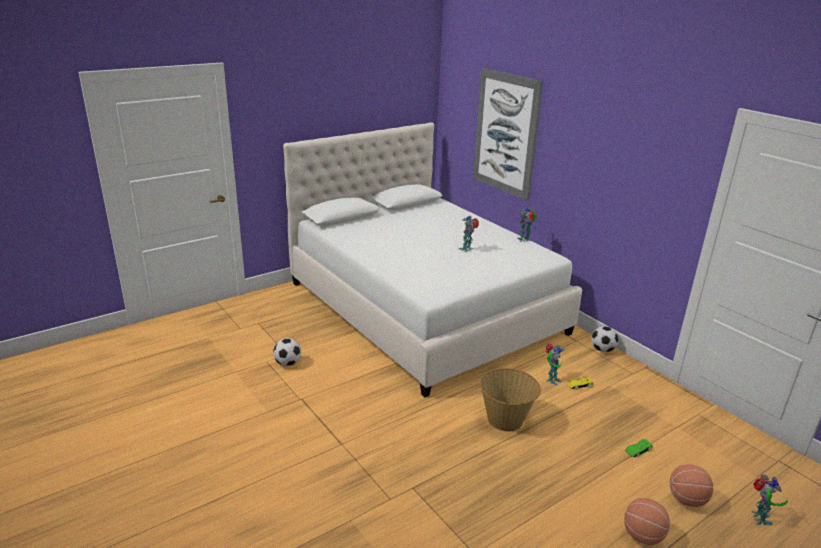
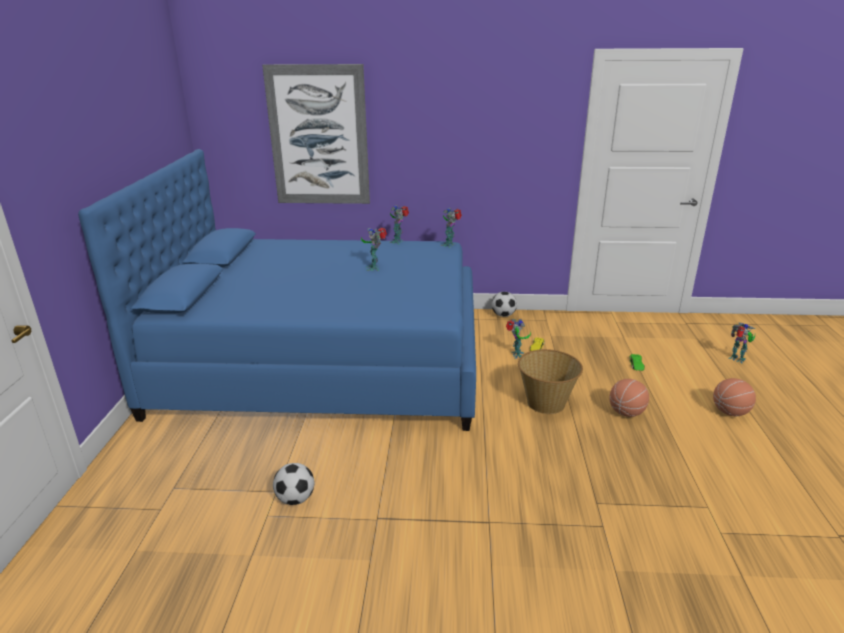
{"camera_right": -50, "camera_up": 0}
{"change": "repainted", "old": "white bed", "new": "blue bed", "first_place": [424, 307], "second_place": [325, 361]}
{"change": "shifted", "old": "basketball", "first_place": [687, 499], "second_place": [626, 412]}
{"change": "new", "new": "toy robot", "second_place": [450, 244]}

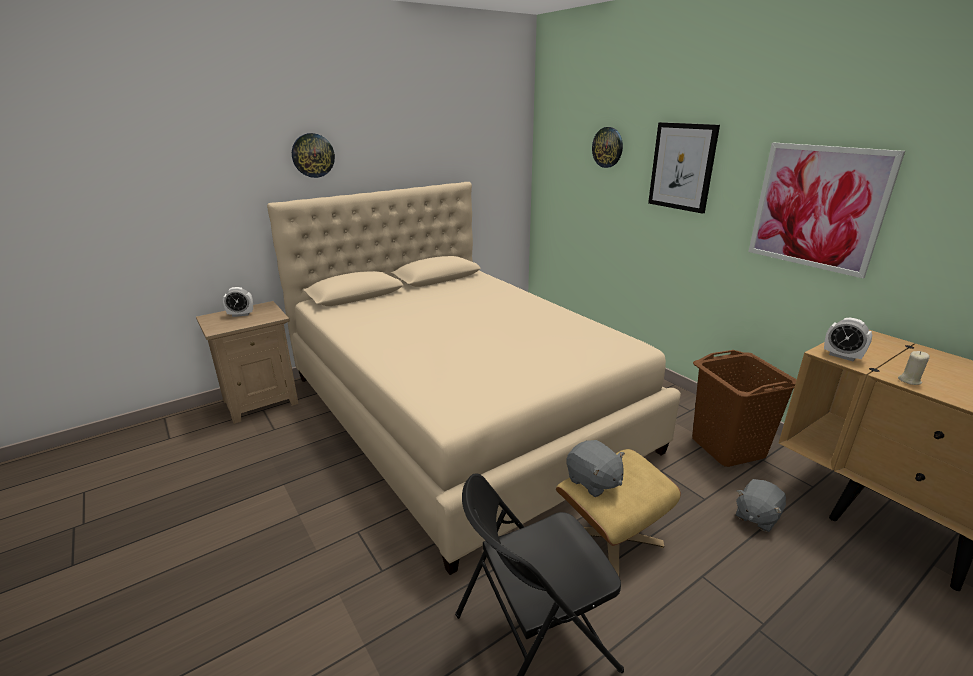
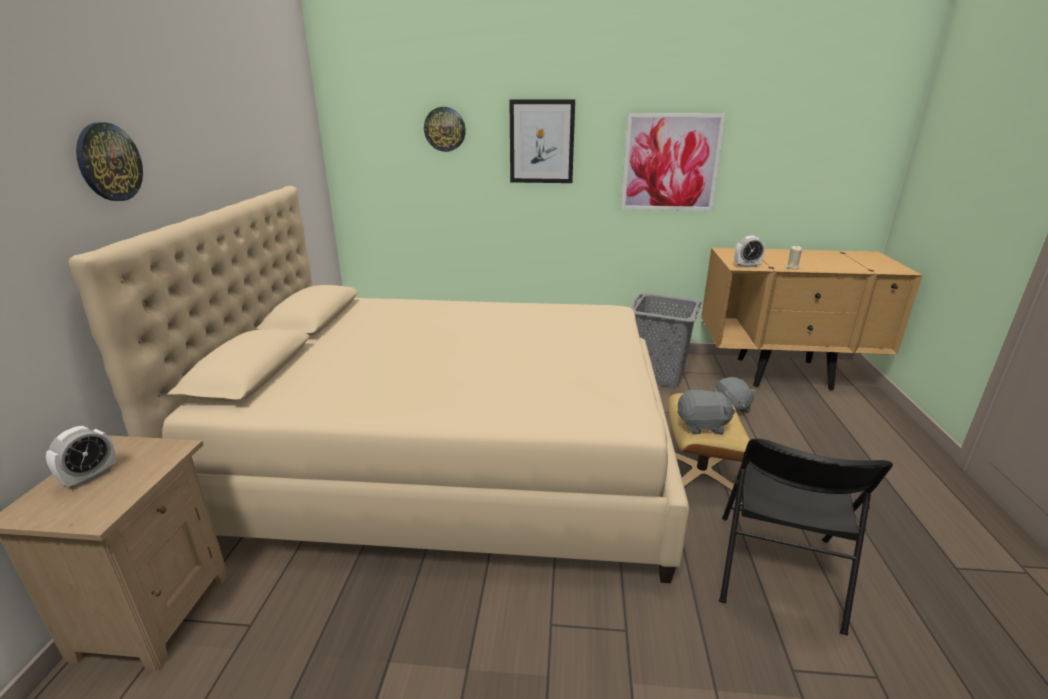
{"camera_right": -50, "camera_up": 0}
{"change": "repainted", "old": "brown laundry basket", "new": "grey laundry basket", "first_place": [728, 447], "second_place": [658, 374]}

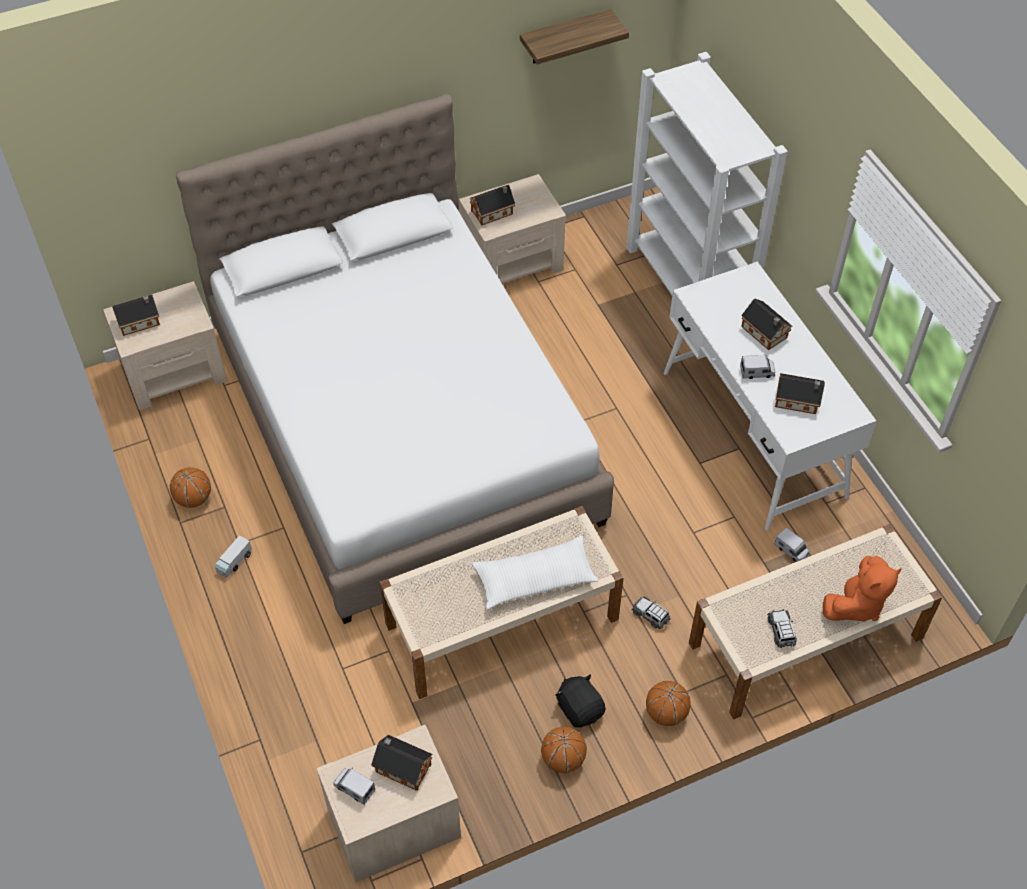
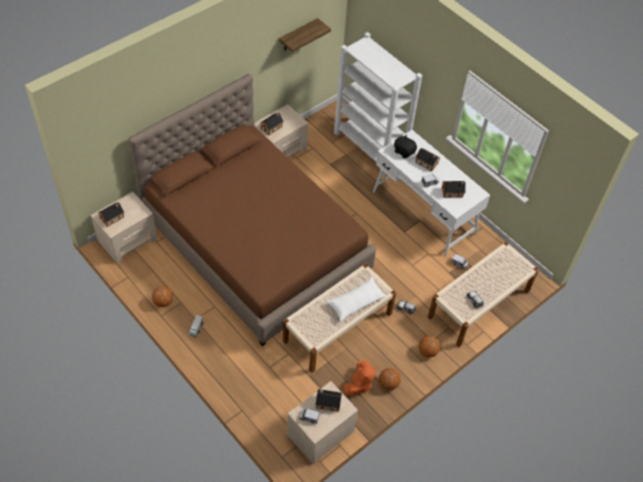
{"camera_right": -20, "camera_up": 0}
{"change": "repainted", "old": "white bed", "new": "brown bed", "first_place": [403, 424], "second_place": [255, 242]}
{"change": "shifted", "old": "orange plush toy", "first_place": [856, 604], "second_place": [359, 385]}
{"change": "shifted", "old": "black plush toy", "first_place": [580, 708], "second_place": [404, 151]}

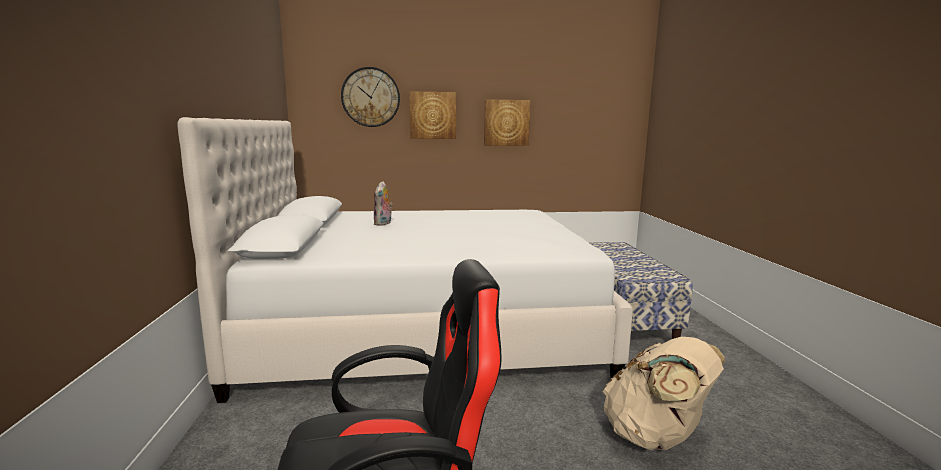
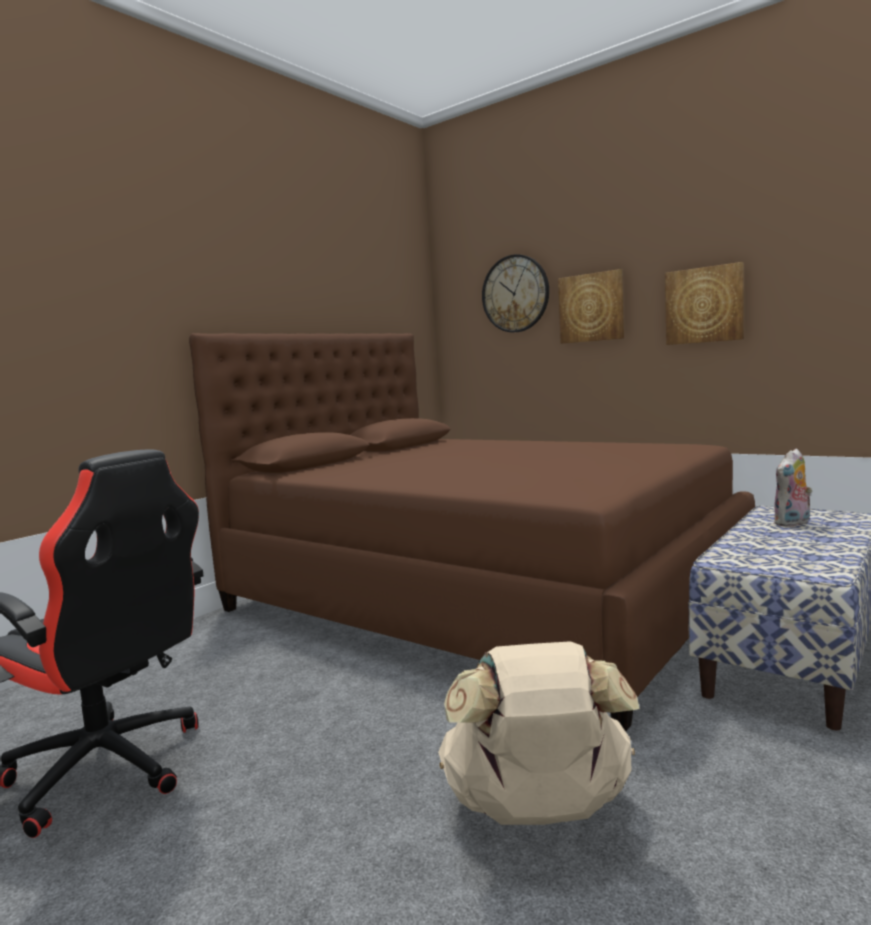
{"camera_right": 45, "camera_up": -5}
{"change": "repainted", "old": "white bed", "new": "brown bed", "first_place": [425, 327], "second_place": [483, 595]}
{"change": "shifted", "old": "plush toy", "first_place": [383, 224], "second_place": [793, 523]}

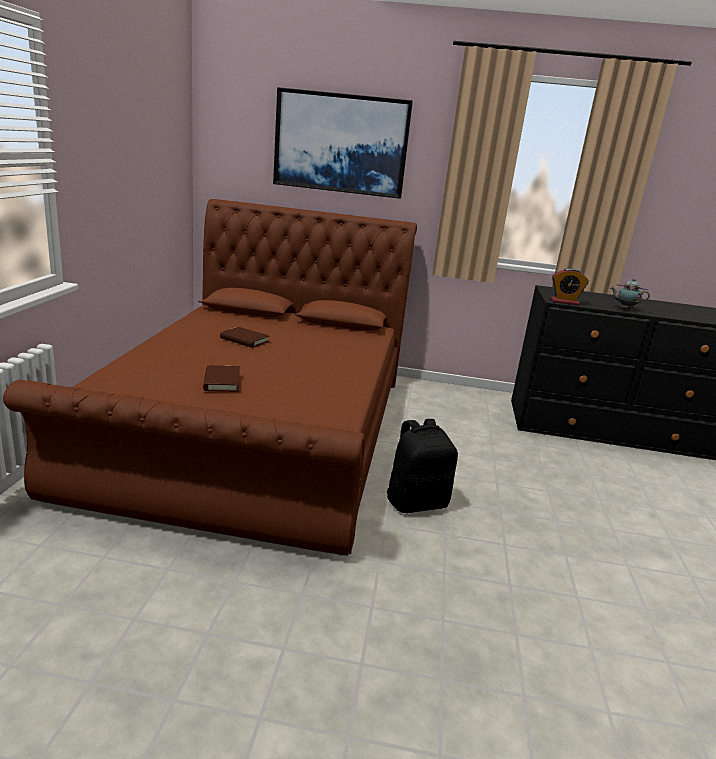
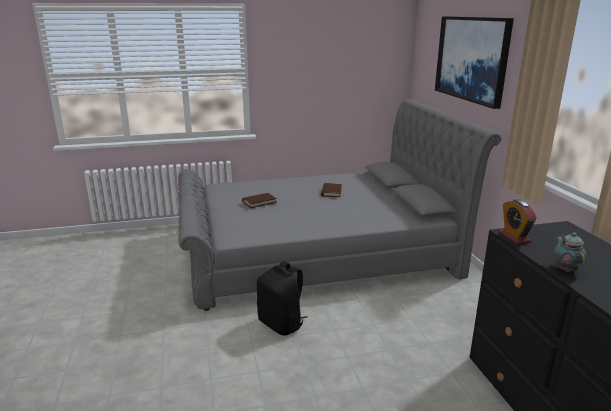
{"camera_right": 70, "camera_up": 0}
{"change": "repainted", "old": "brown bed", "new": "grey bed", "first_place": [258, 428], "second_place": [318, 250]}

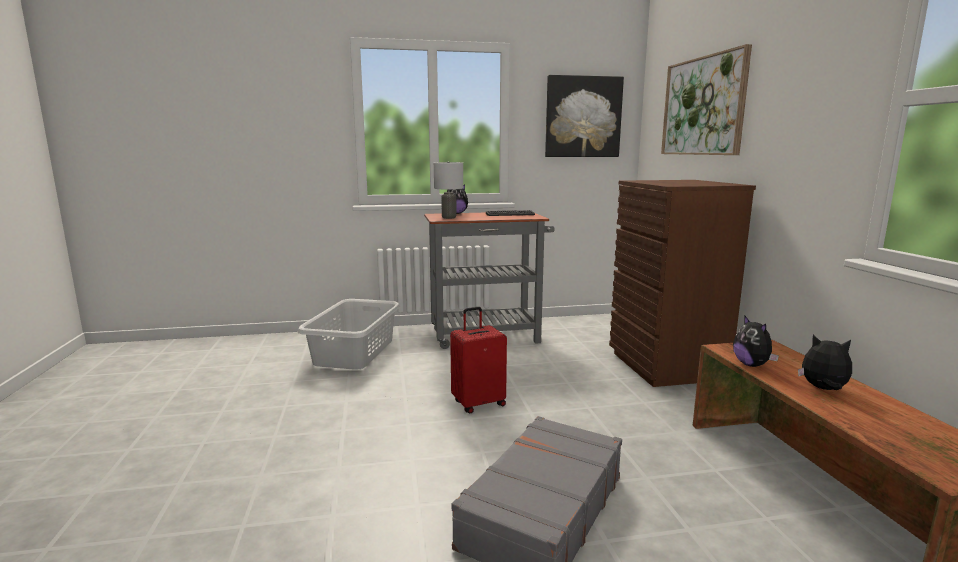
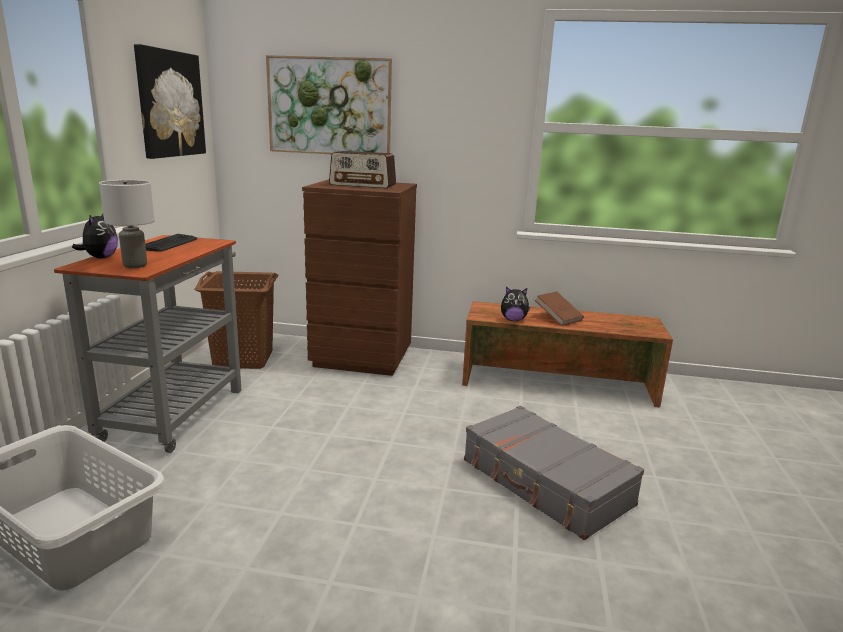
{"camera_right": -70, "camera_up": 5}
{"change": "gone", "old": "red suitcase", "first_place": [478, 403]}
{"change": "swapped", "old": "plush toy", "new": "brown book", "first_place": [823, 389], "second_place": [558, 318]}
{"change": "new", "new": "radio", "second_place": [363, 185]}
{"change": "new", "new": "brown laundry basket", "second_place": [243, 359]}

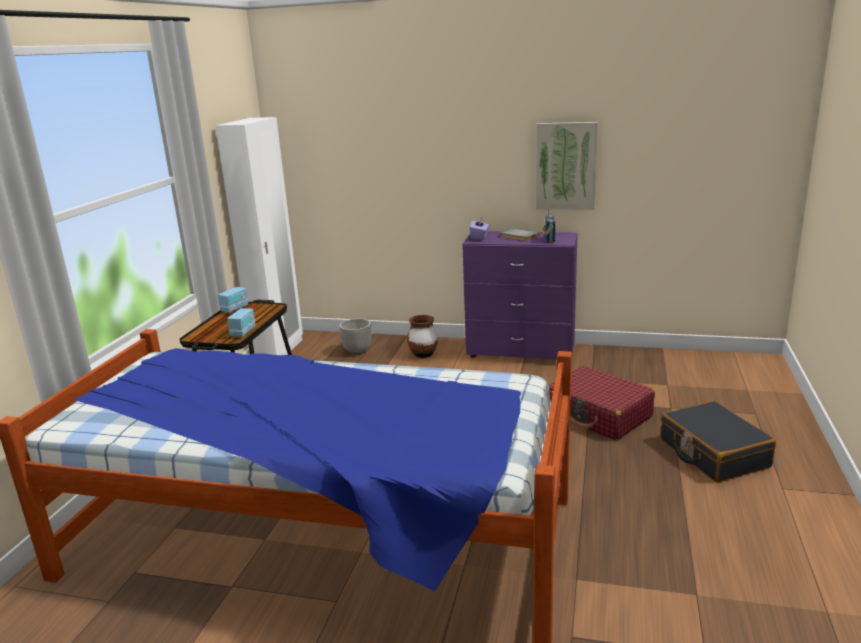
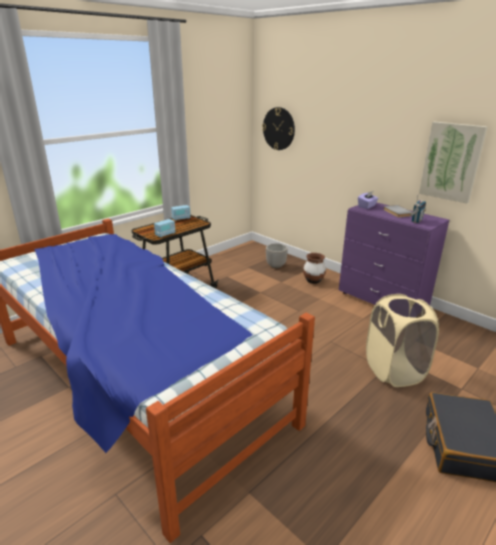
{"camera_right": 30, "camera_up": 5}
{"change": "gone", "old": "white wardrobe", "first_place": [279, 352]}
{"change": "swapped", "old": "red suitcase", "new": "beige laundry basket", "first_place": [599, 415], "second_place": [394, 371]}
{"change": "new", "new": "wall clock", "second_place": [278, 128]}

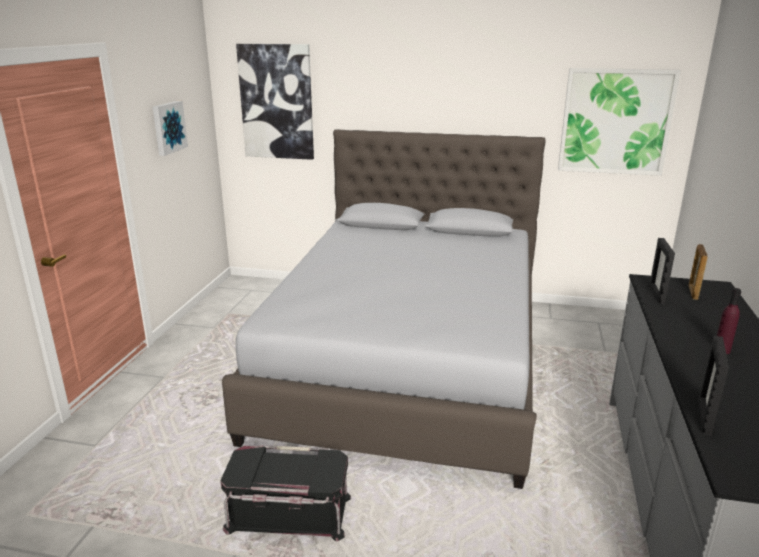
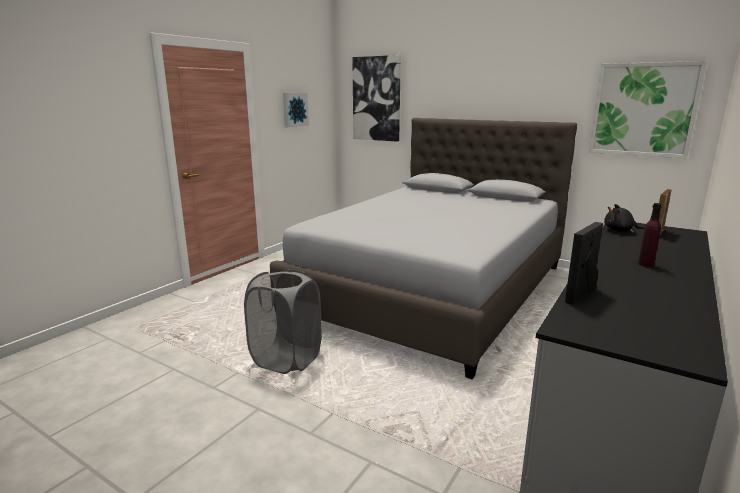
{"camera_right": 20, "camera_up": -5}
{"change": "swapped", "old": "picture frame", "new": "black plush toy", "first_place": [657, 295], "second_place": [620, 231]}
{"change": "swapped", "old": "black storage box", "new": "grey laundry basket", "first_place": [288, 515], "second_place": [286, 359]}

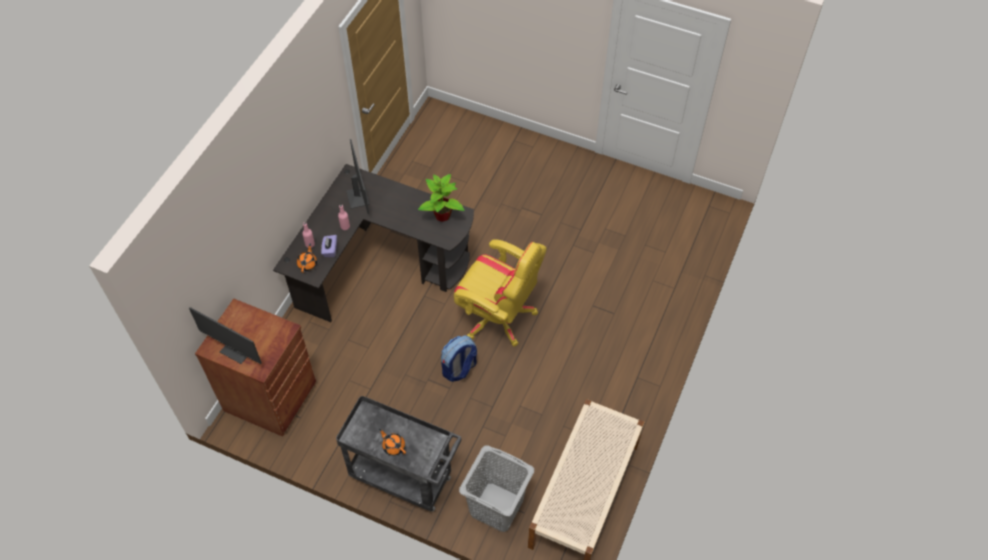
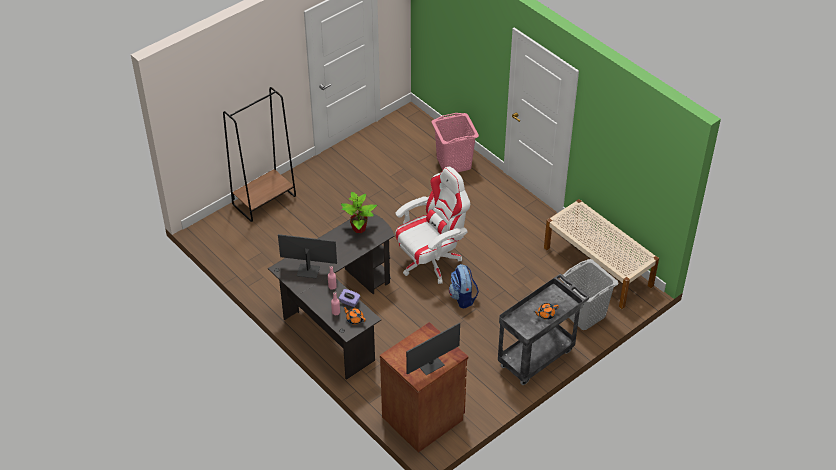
{"camera_right": -65, "camera_up": -10}
{"change": "repainted", "old": "yellow office chair", "new": "white office chair", "first_place": [497, 316], "second_place": [430, 261]}
{"change": "new", "new": "clothes rack", "second_place": [264, 201]}
{"change": "new", "new": "pink laundry basket", "second_place": [453, 163]}

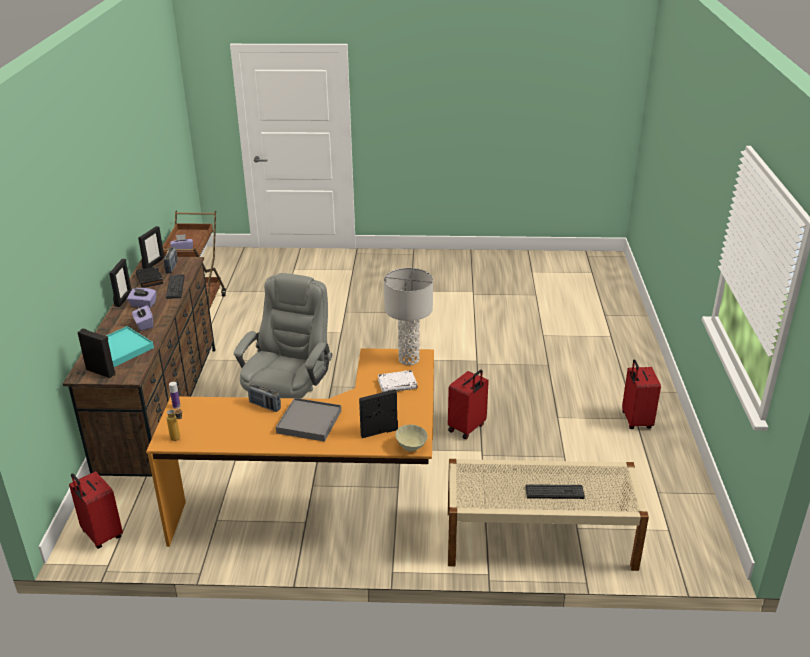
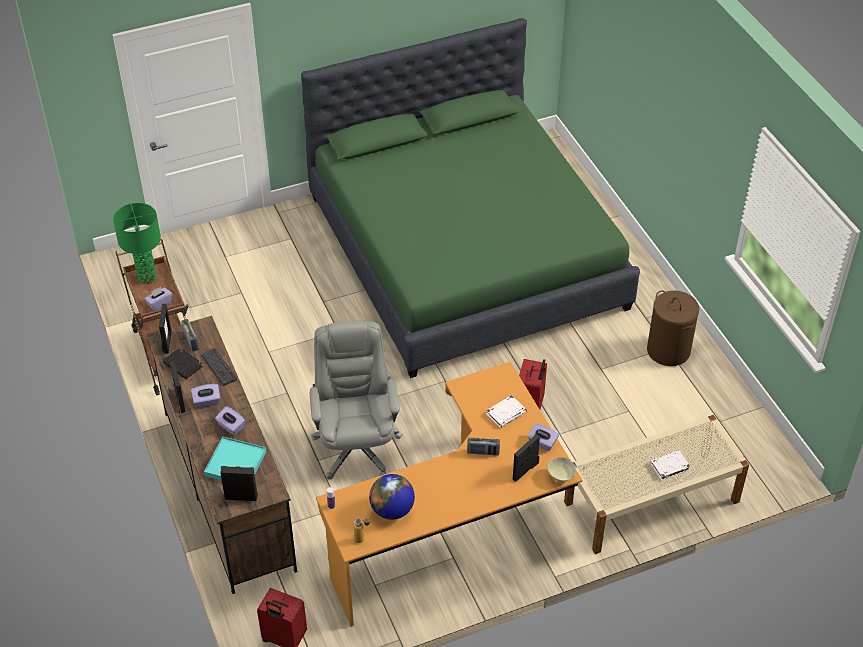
{"camera_right": -25, "camera_up": 15}
{"change": "gone", "old": "white table lamp", "first_place": [409, 359]}
{"change": "swapped", "old": "red suitcase", "new": "brown laundry basket", "first_place": [635, 421], "second_place": [668, 350]}
{"change": "shifted", "old": "radio", "first_place": [265, 406], "second_place": [483, 452]}
{"change": "gone", "old": "grey tray", "first_place": [309, 422]}
{"change": "swapped", "old": "keyboard", "new": "white book", "first_place": [554, 492], "second_place": [669, 467]}
{"change": "new", "new": "green bed", "second_place": [465, 251]}
{"change": "new", "new": "green table lamp", "second_place": [146, 277]}
{"change": "new", "new": "purple tissue box", "second_place": [542, 443]}
{"change": "new", "new": "globe", "second_place": [392, 510]}

